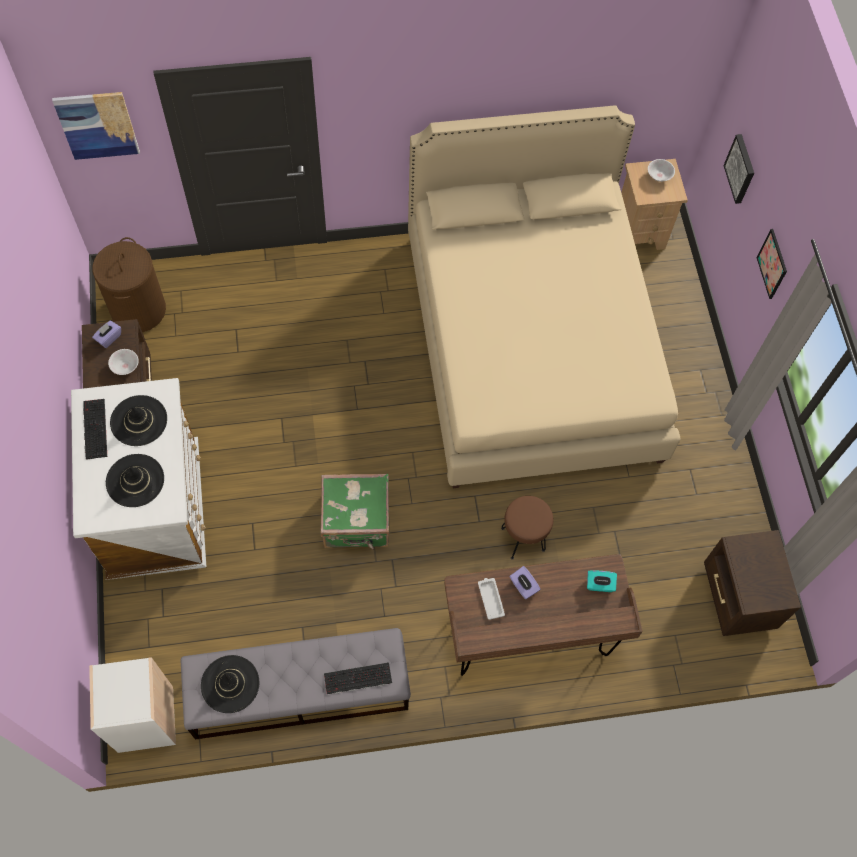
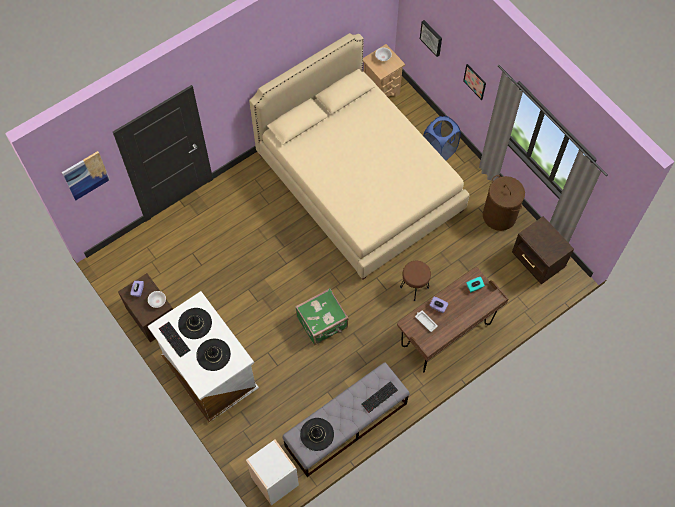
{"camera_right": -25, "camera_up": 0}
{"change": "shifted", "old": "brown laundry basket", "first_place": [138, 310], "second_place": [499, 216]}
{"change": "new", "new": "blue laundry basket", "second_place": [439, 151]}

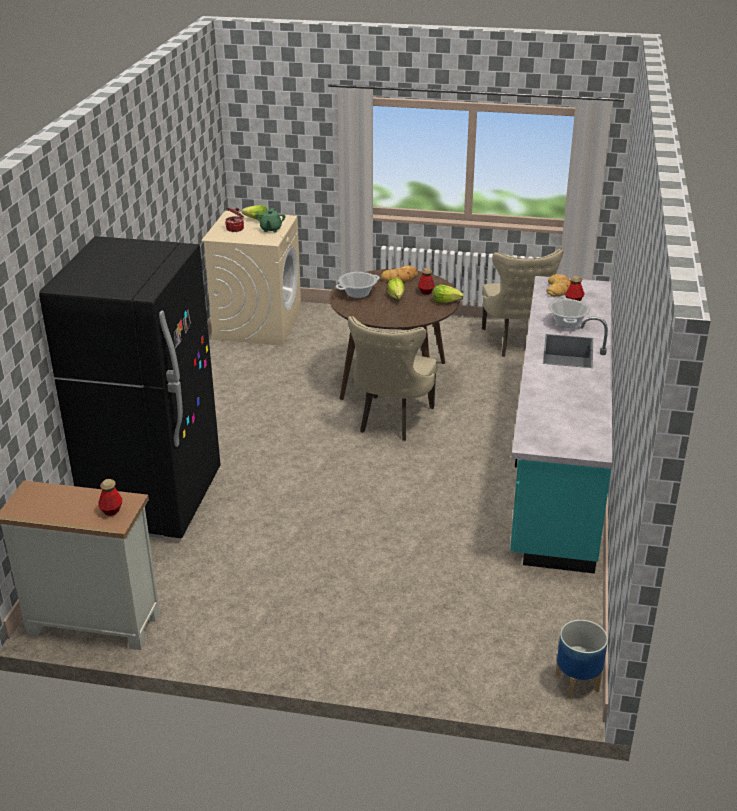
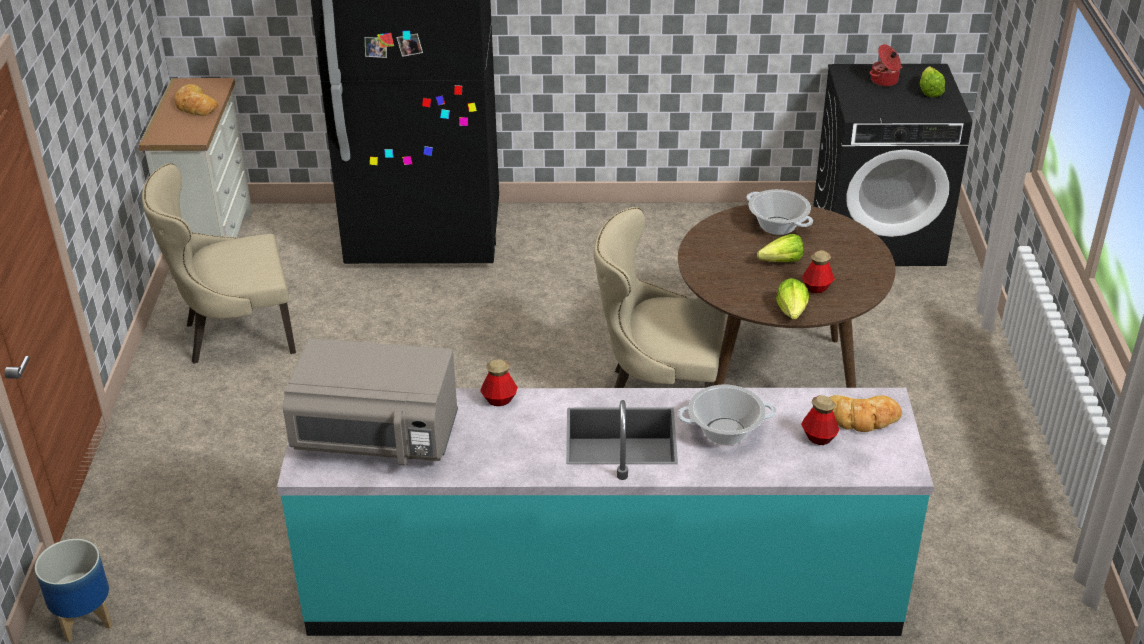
{"camera_right": 80, "camera_up": 5}
{"change": "gone", "old": "green teapot", "first_place": [271, 229]}
{"change": "repainted", "old": "beige washing machine", "new": "black washing machine", "first_place": [257, 324], "second_place": [878, 235]}
{"change": "shifted", "old": "beige chair", "first_place": [516, 342], "second_place": [235, 335]}
{"change": "shifted", "old": "bread", "first_place": [400, 278], "second_place": [195, 106]}
{"change": "shifted", "old": "bottle", "first_place": [111, 510], "second_place": [499, 400]}
{"change": "new", "new": "grey microwave", "second_place": [377, 439]}

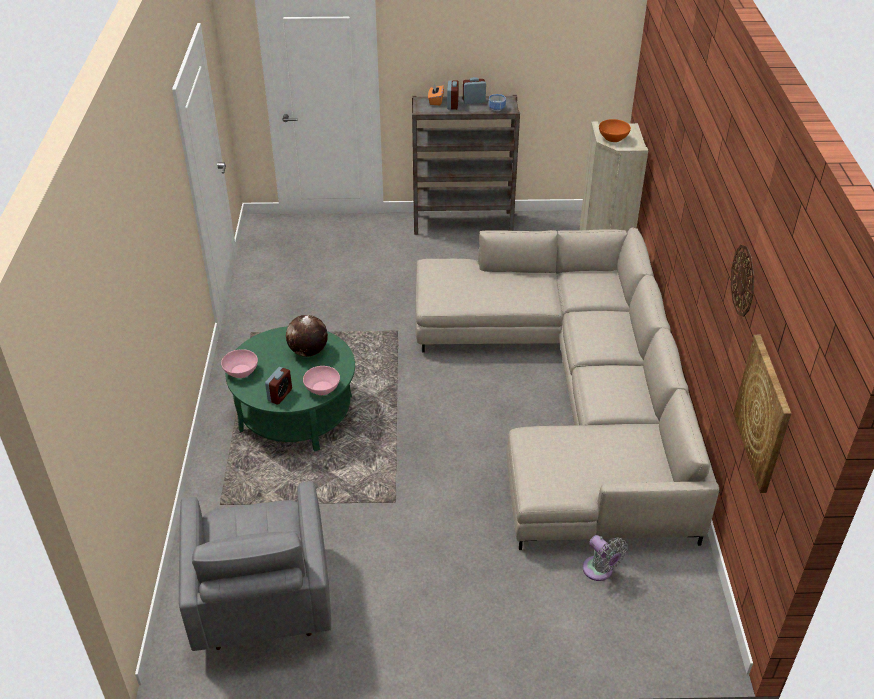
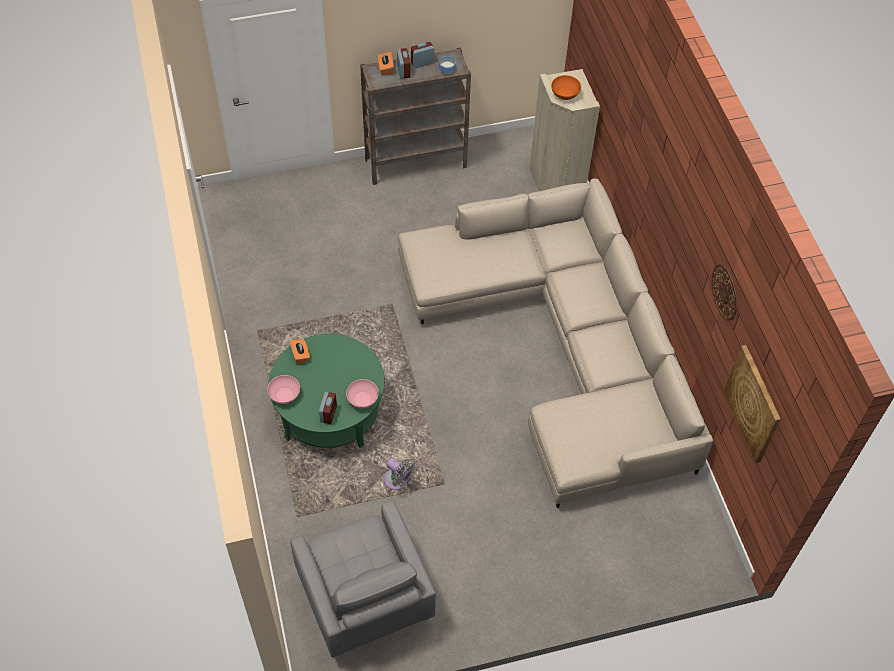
{"camera_right": -15, "camera_up": 15}
{"change": "gone", "old": "globe", "first_place": [308, 351]}
{"change": "shifted", "old": "grey fan", "first_place": [600, 571], "second_place": [398, 481]}
{"change": "new", "new": "orange tissue box", "second_place": [300, 355]}

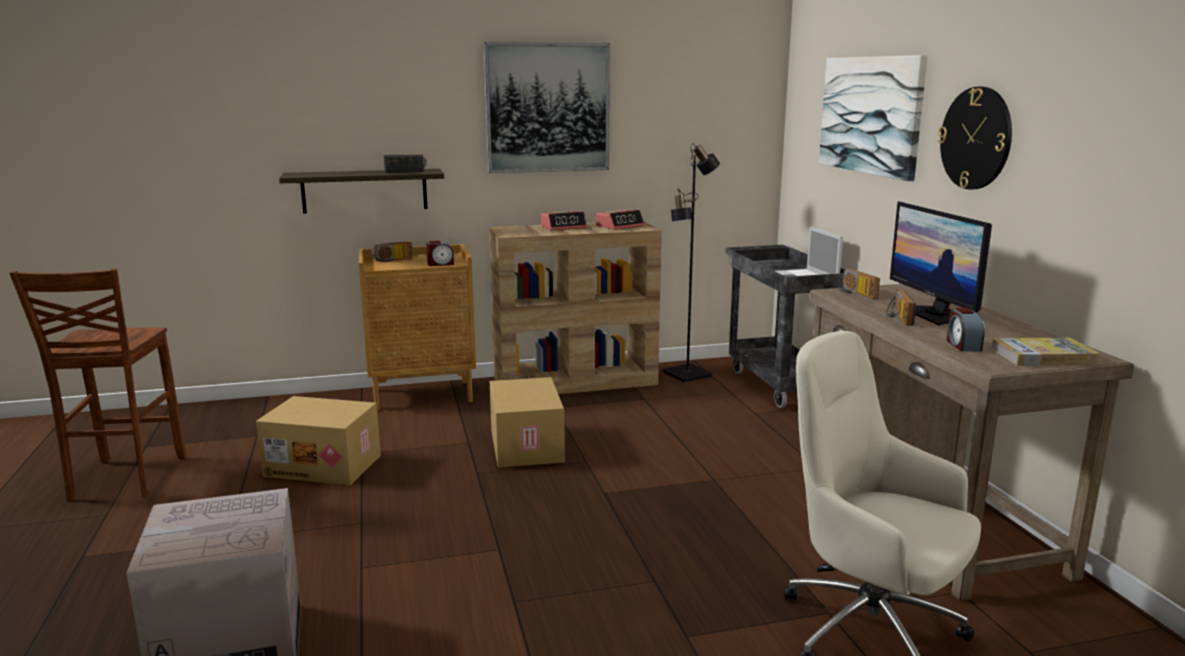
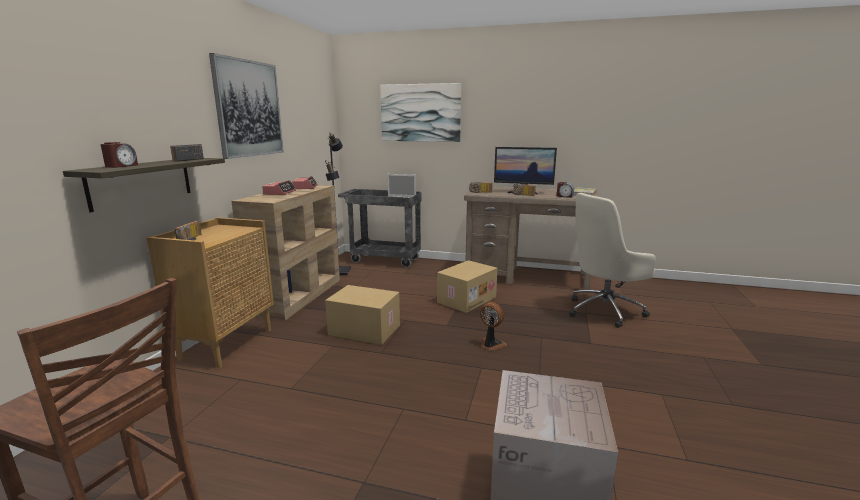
{"camera_right": -60, "camera_up": 0}
{"change": "gone", "old": "wall clock", "first_place": [976, 138]}
{"change": "shifted", "old": "alarm clock", "first_place": [440, 264], "second_place": [121, 166]}
{"change": "shifted", "old": "cardboard box", "first_place": [324, 465], "second_place": [466, 299]}
{"change": "new", "new": "fan", "second_place": [491, 345]}

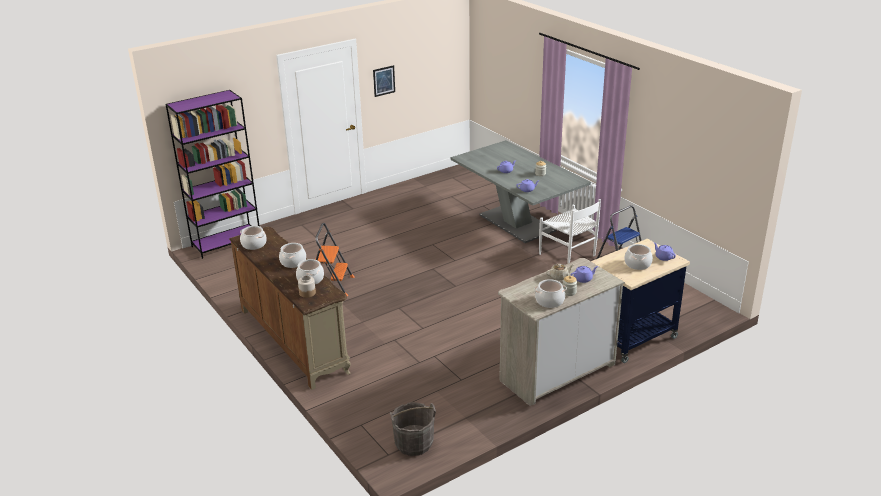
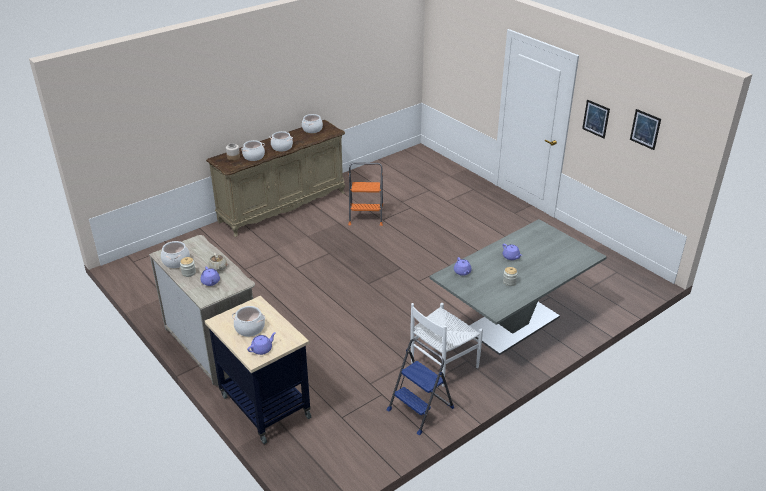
{"camera_right": 85, "camera_up": 5}
{"change": "gone", "old": "purple bookcase", "first_place": [226, 243]}
{"change": "gone", "old": "grey bucket", "first_place": [414, 443]}
{"change": "new", "new": "picture", "second_place": [645, 129]}

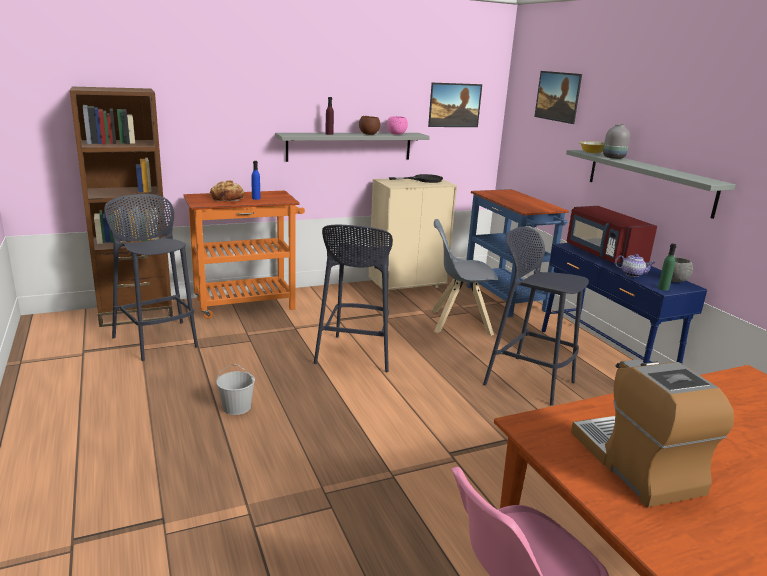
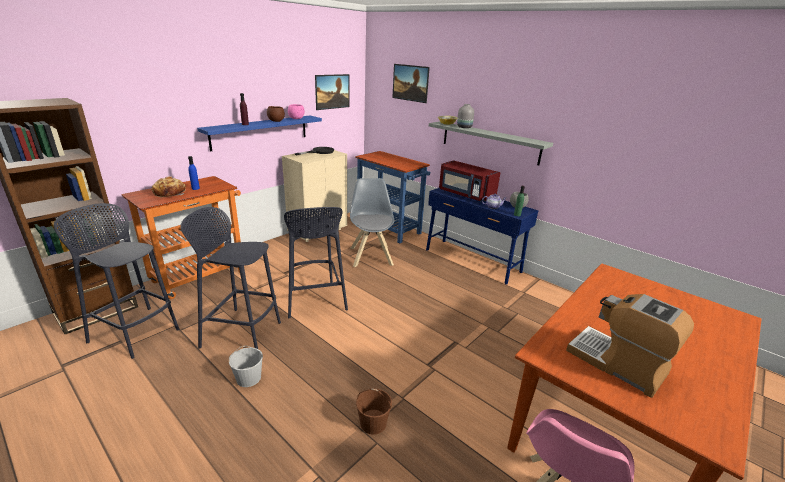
{"camera_right": -25, "camera_up": 5}
{"change": "repainted", "old": "grey shelf", "new": "blue shelf", "first_place": [350, 146], "second_place": [260, 132]}
{"change": "rotated", "old": "grey chair", "first_place": [458, 322], "second_place": [371, 255], "degrees": 105}
{"change": "shifted", "old": "grey stool", "first_place": [528, 381], "second_place": [241, 332]}
{"change": "new", "new": "brown bucket", "second_place": [373, 423]}

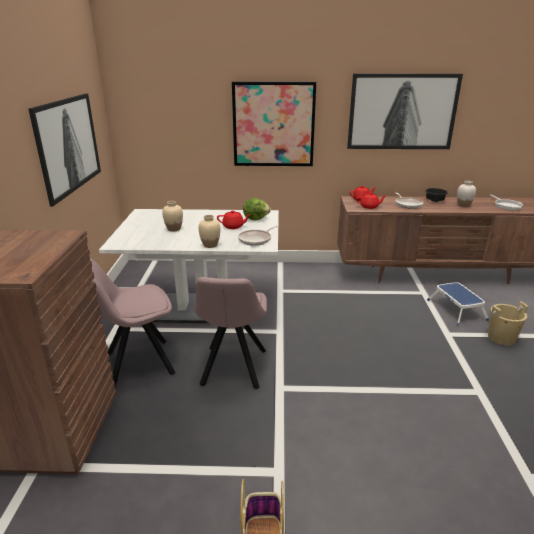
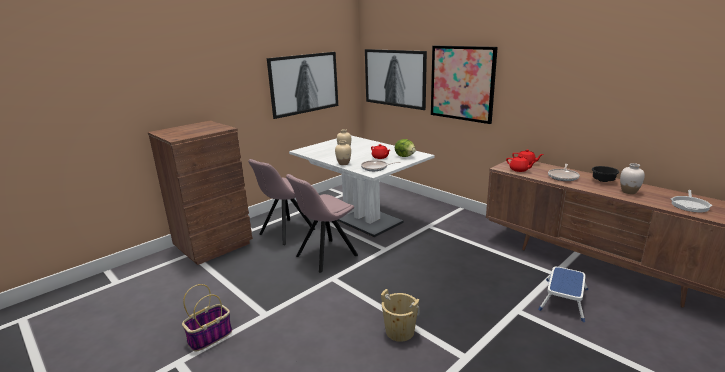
{"camera_right": 45, "camera_up": -5}
{"change": "shifted", "old": "picture", "first_place": [402, 112], "second_place": [394, 78]}
{"change": "rotated", "old": "pink chair", "first_place": [139, 363], "second_place": [286, 232], "degrees": -75}
{"change": "shifted", "old": "beige bucket", "first_place": [501, 338], "second_place": [400, 331]}

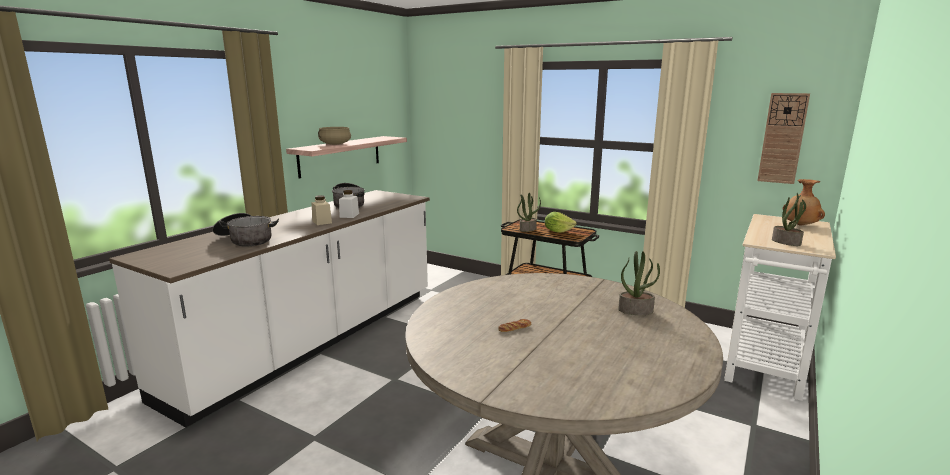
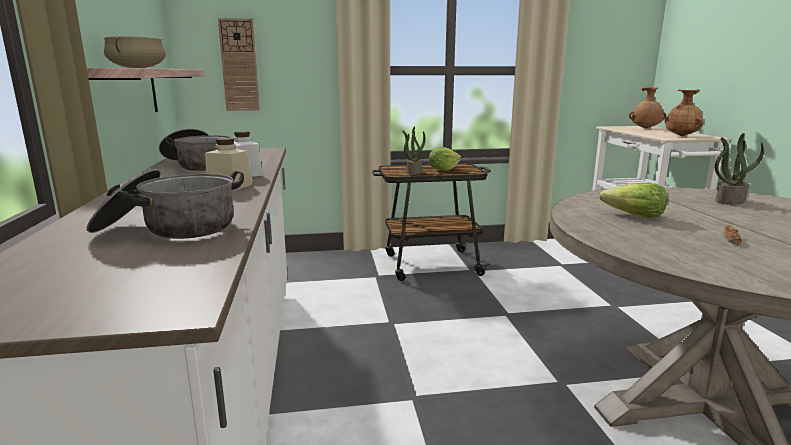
{"camera_right": -40, "camera_up": 0}
{"change": "shifted", "old": "wall clock", "first_place": [782, 138], "second_place": [239, 65]}
{"change": "swapped", "old": "potted plant", "new": "brown vase", "first_place": [786, 242], "second_place": [681, 136]}
{"change": "new", "new": "lettuce", "second_place": [633, 216]}

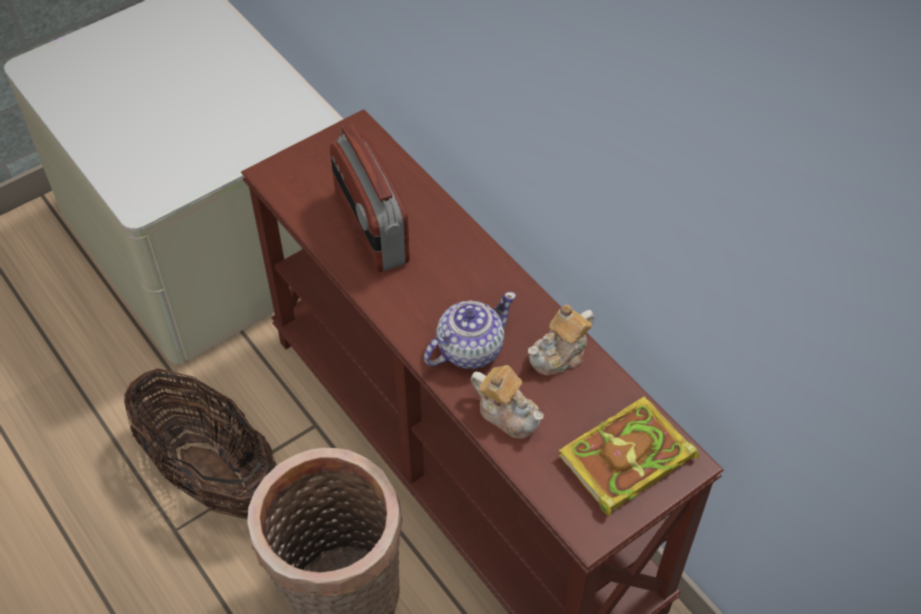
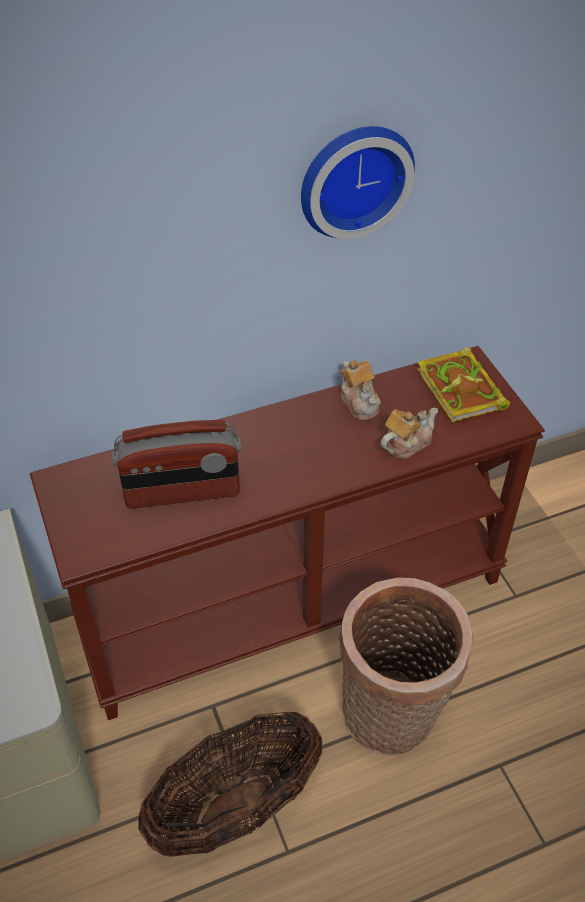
{"camera_right": -75, "camera_up": -5}
{"change": "gone", "old": "teapot", "first_place": [468, 349]}
{"change": "new", "new": "wall clock", "second_place": [353, 178]}

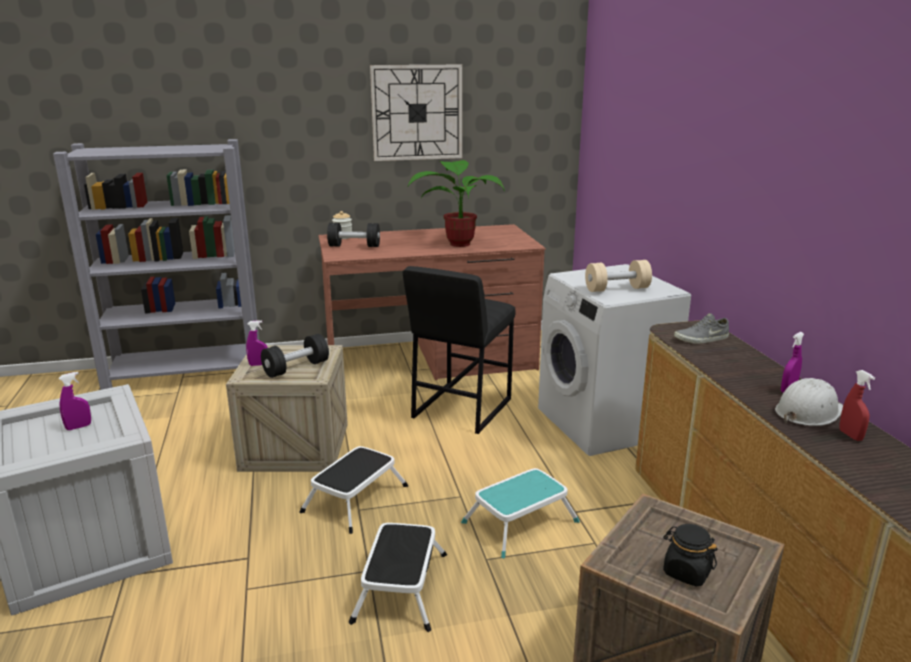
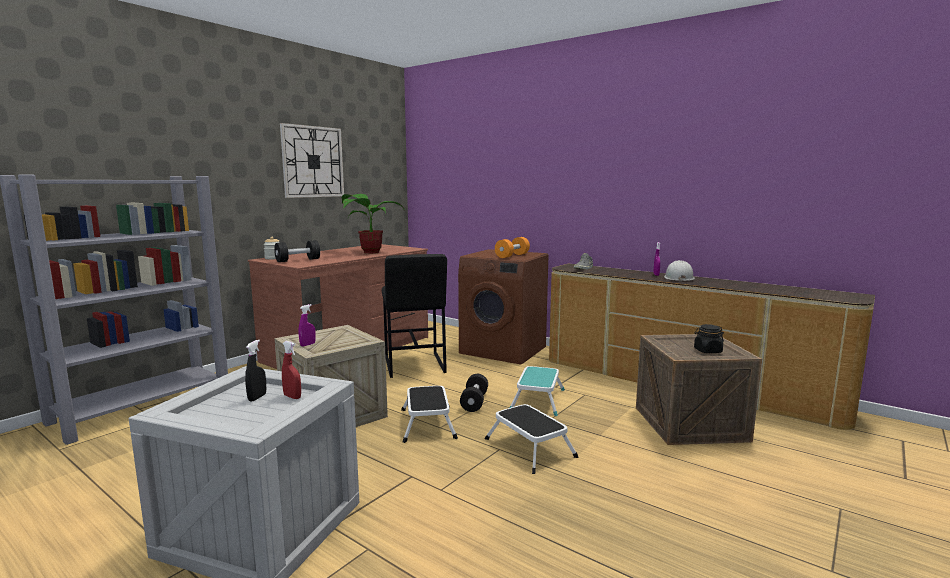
{"camera_right": -40, "camera_up": -10}
{"change": "repainted", "old": "beige dumbbell", "new": "orange dumbbell", "first_place": [617, 289], "second_place": [512, 256]}
{"change": "repainted", "old": "white washing machine", "new": "brown washing machine", "first_place": [601, 422], "second_place": [502, 350]}
{"change": "shifted", "old": "black dumbbell", "first_place": [296, 368], "second_place": [474, 402]}
{"change": "shifted", "old": "red spray bottle", "first_place": [850, 435], "second_place": [292, 397]}
{"change": "repainted", "old": "purple spray bottle", "new": "black spray bottle", "first_place": [78, 427], "second_place": [257, 397]}

